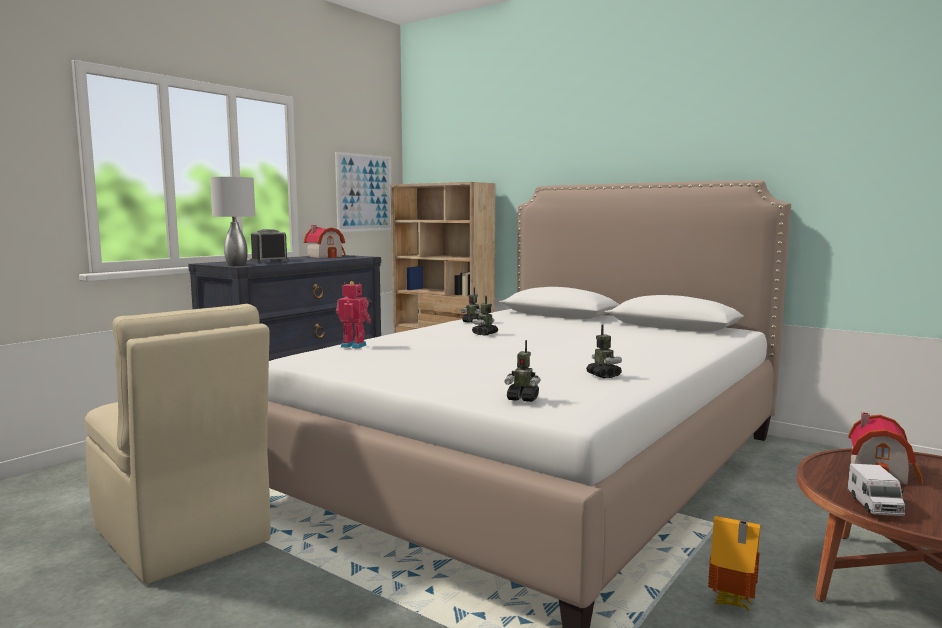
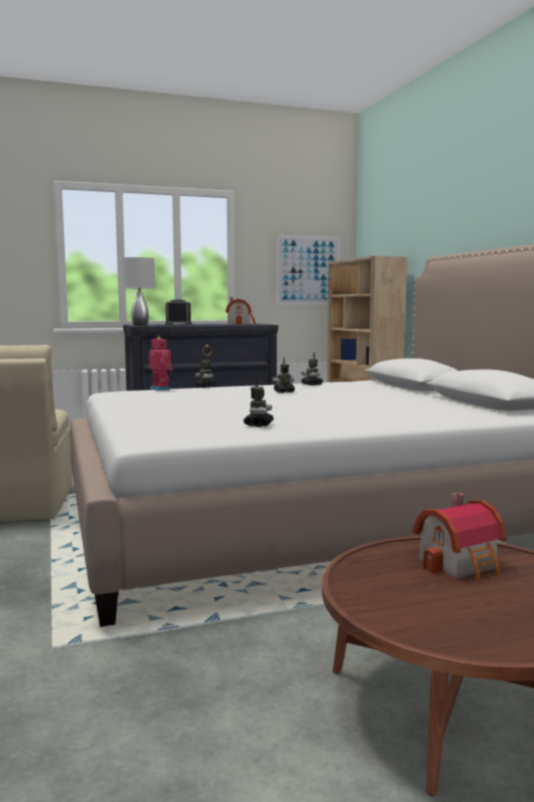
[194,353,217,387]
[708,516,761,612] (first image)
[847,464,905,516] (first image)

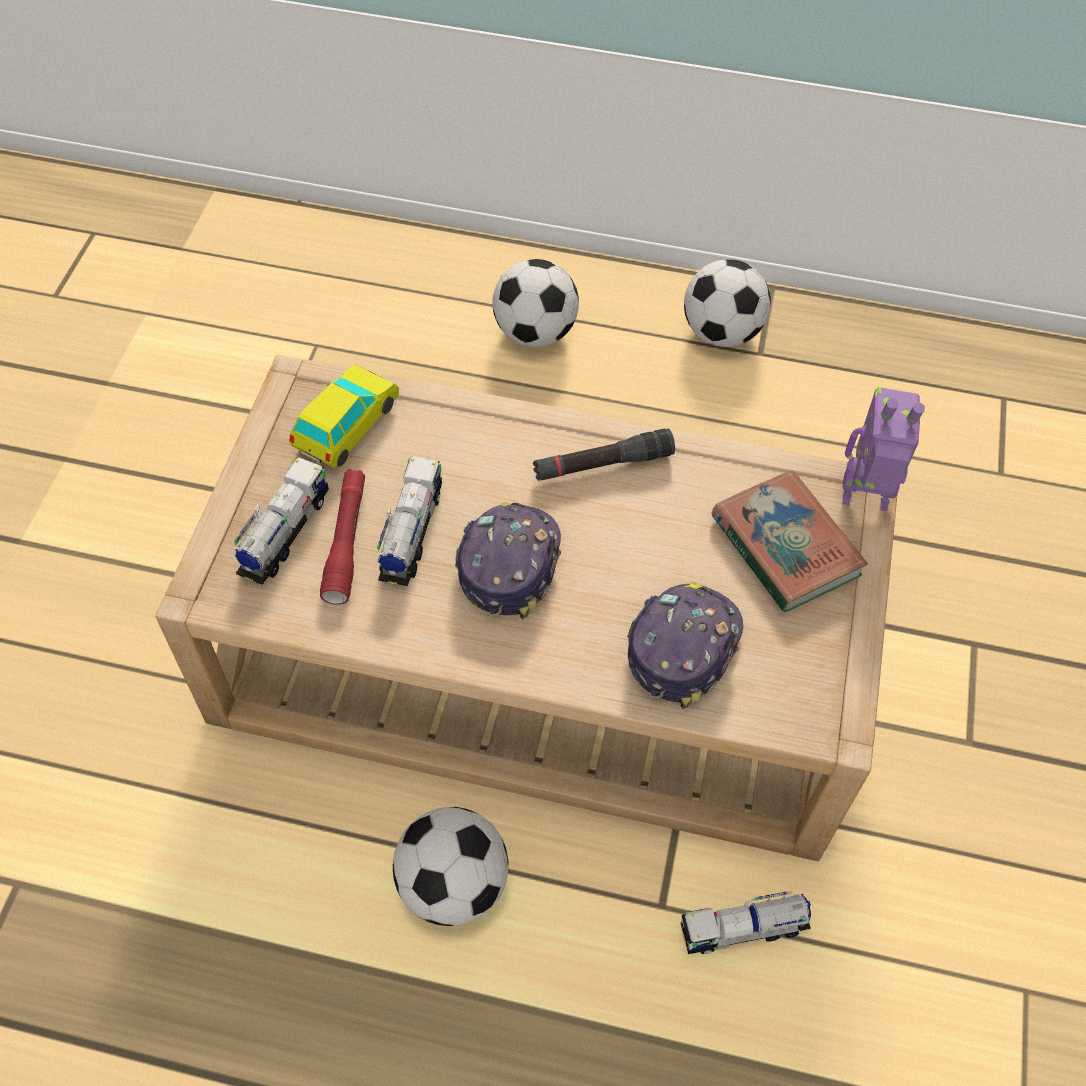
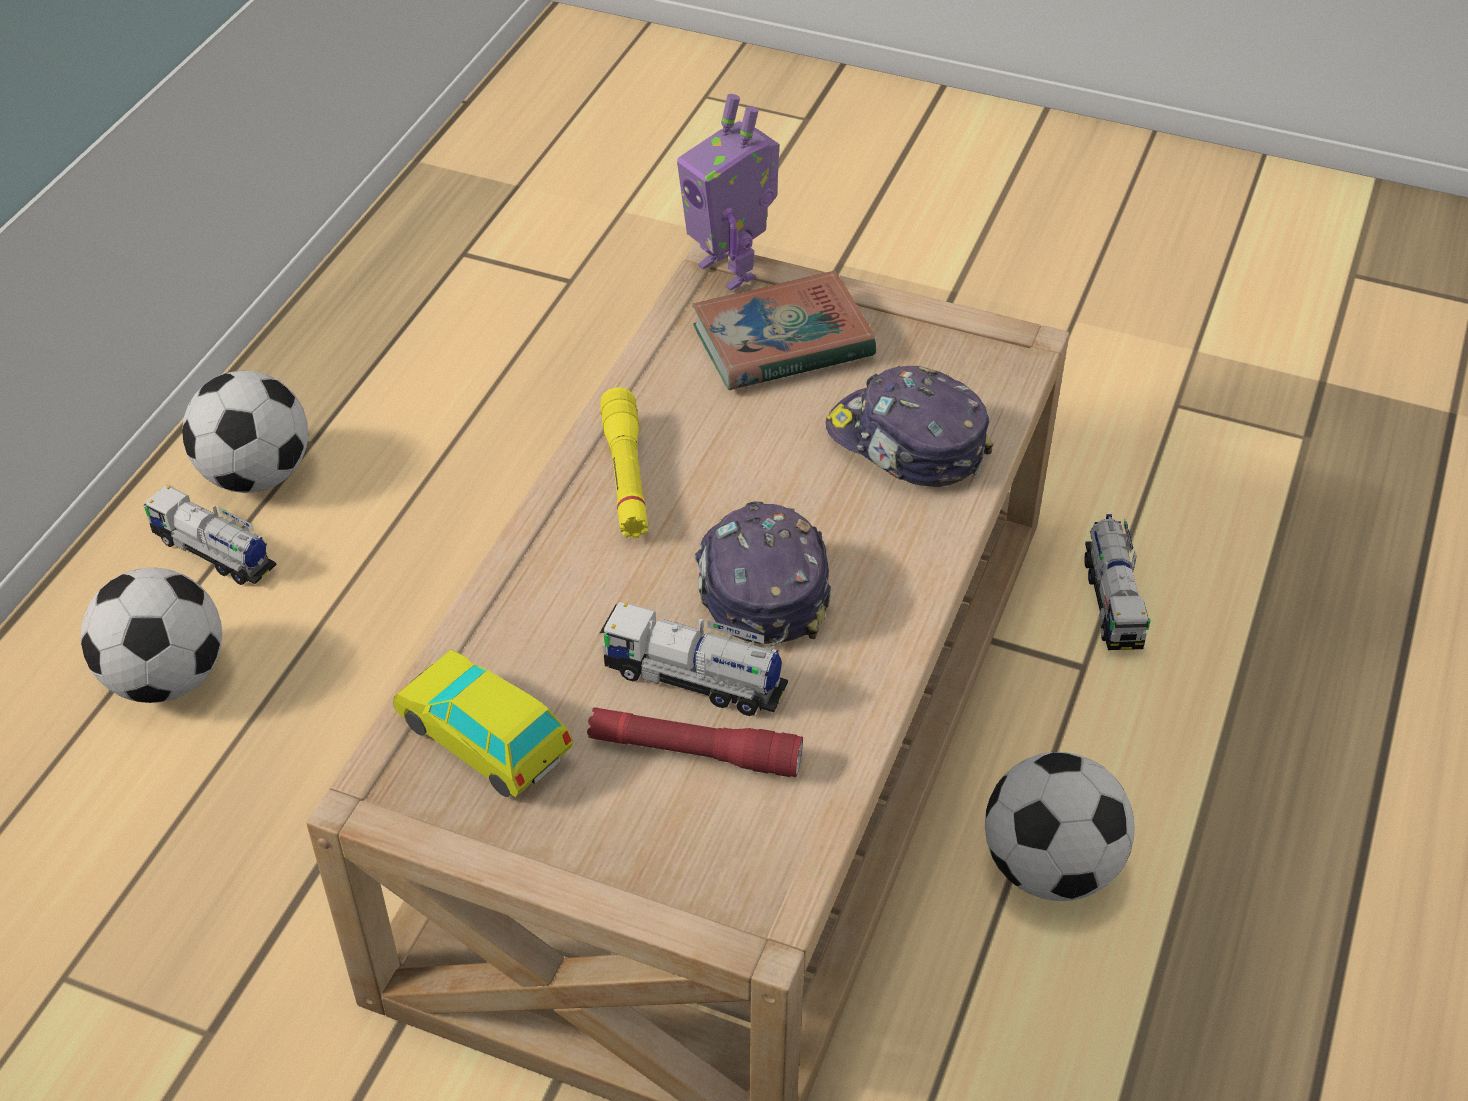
[143,485,277,585]
[694,501,831,646]
[600,387,648,538]
[677,94,779,291]

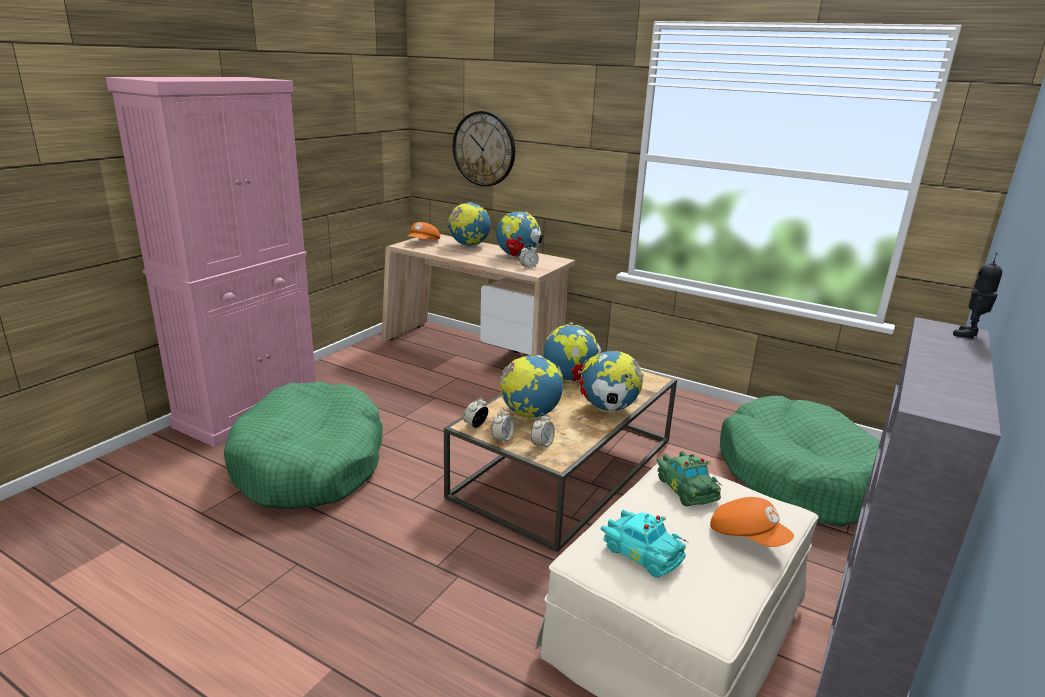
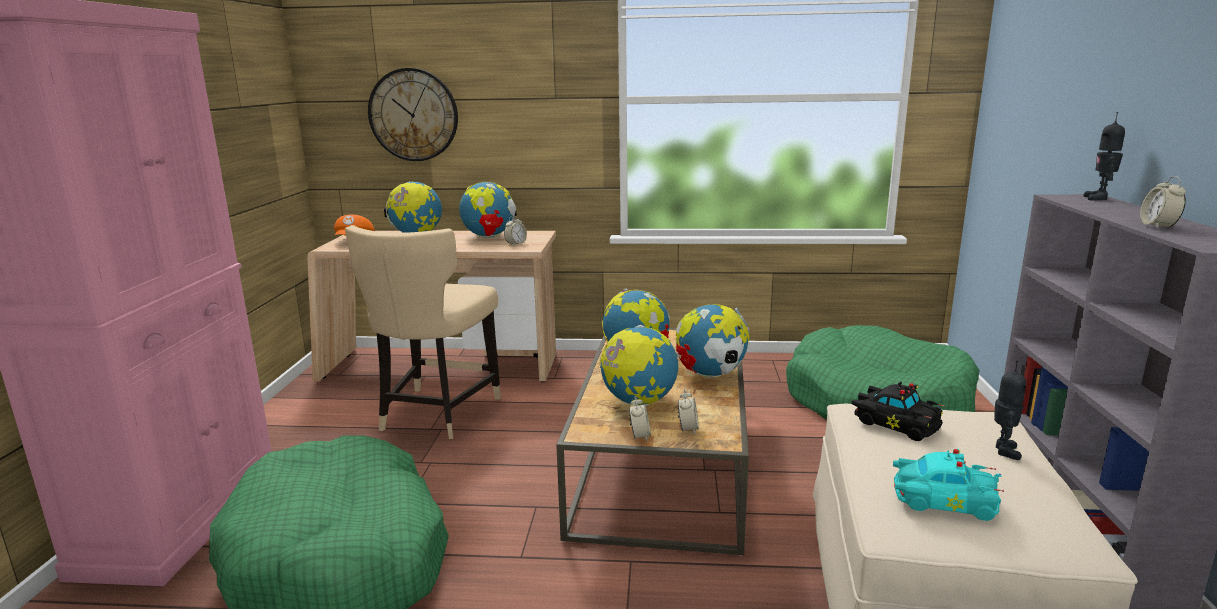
[1140,176,1186,229]
[851,382,946,441]
[994,361,1026,460]
[345,225,501,439]

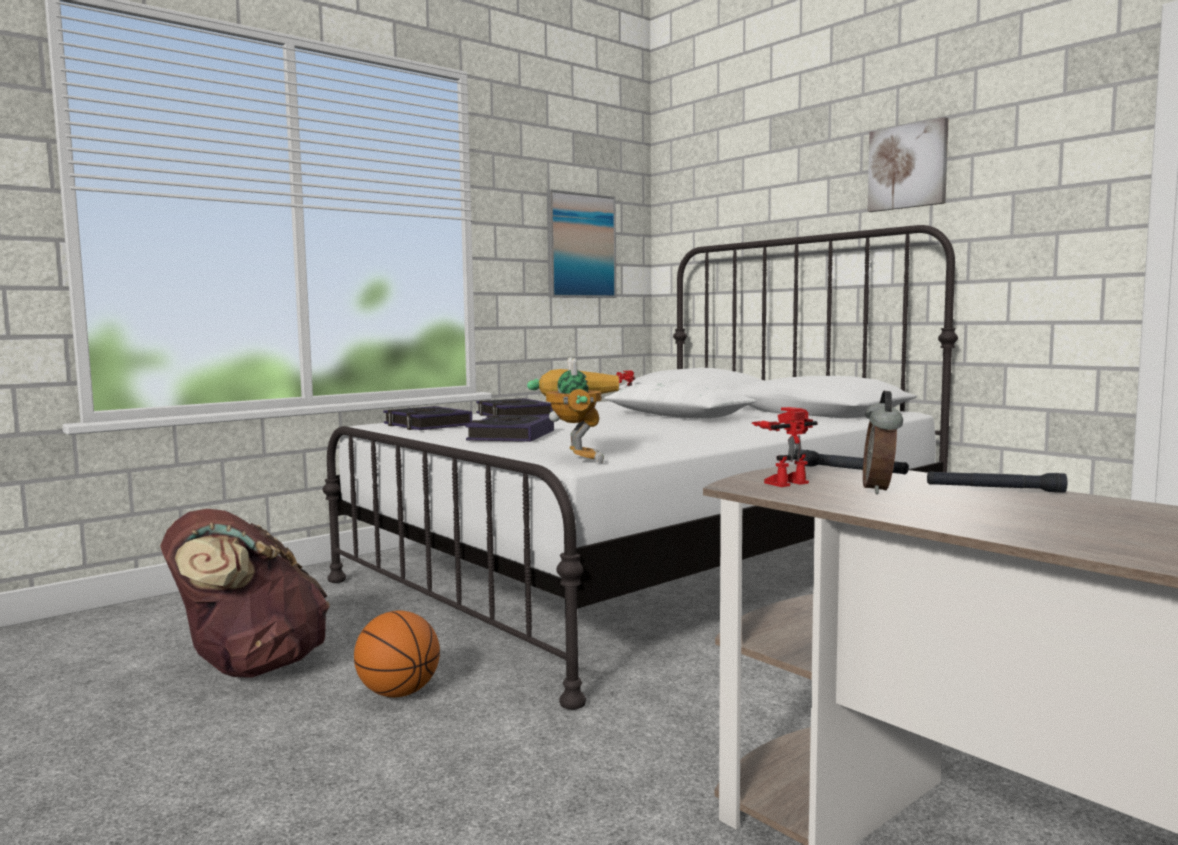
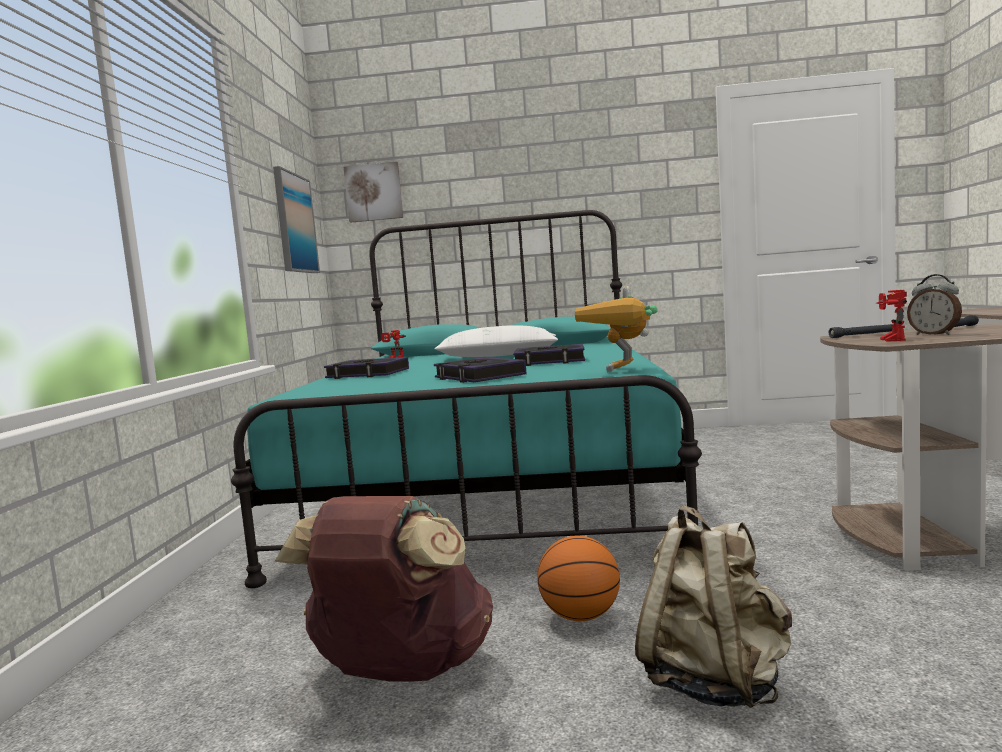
[231,210,702,588]
[513,344,585,366]
[575,286,658,373]
[344,161,403,222]
[635,505,792,708]

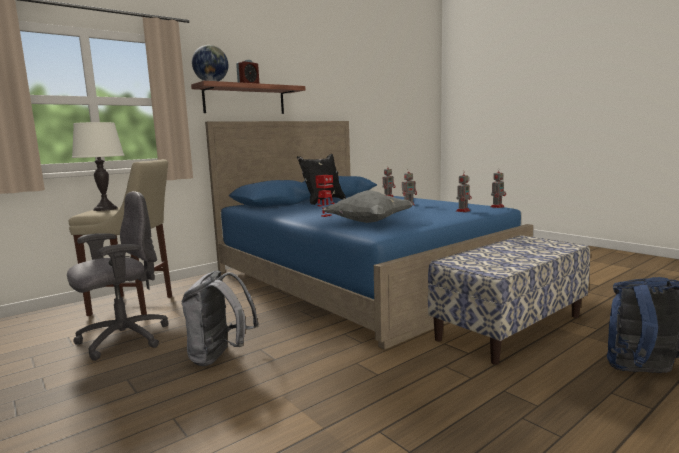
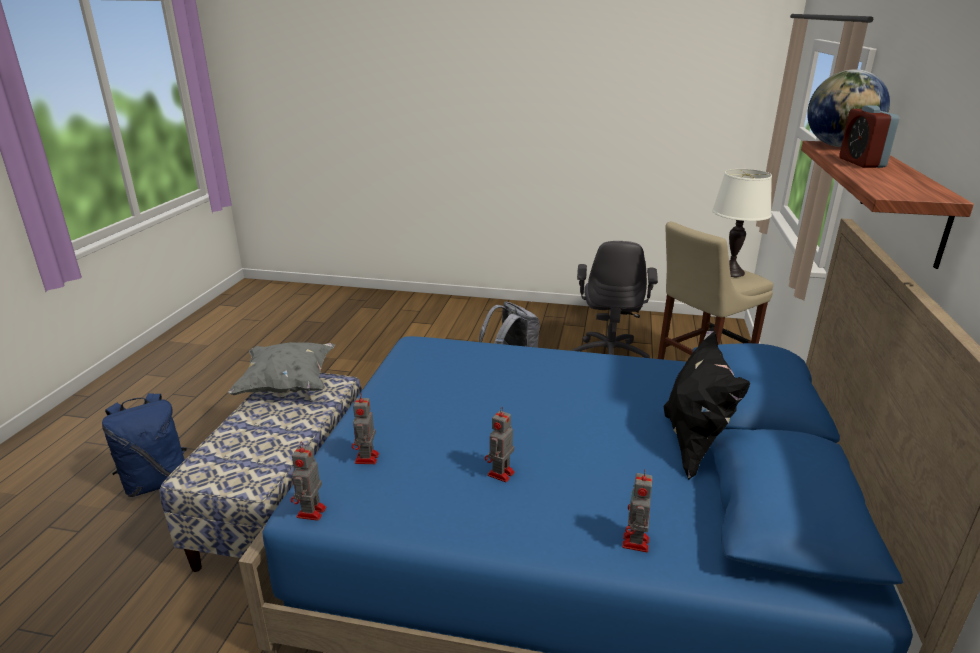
[316,175,335,217] (first image)
[227,342,335,395]

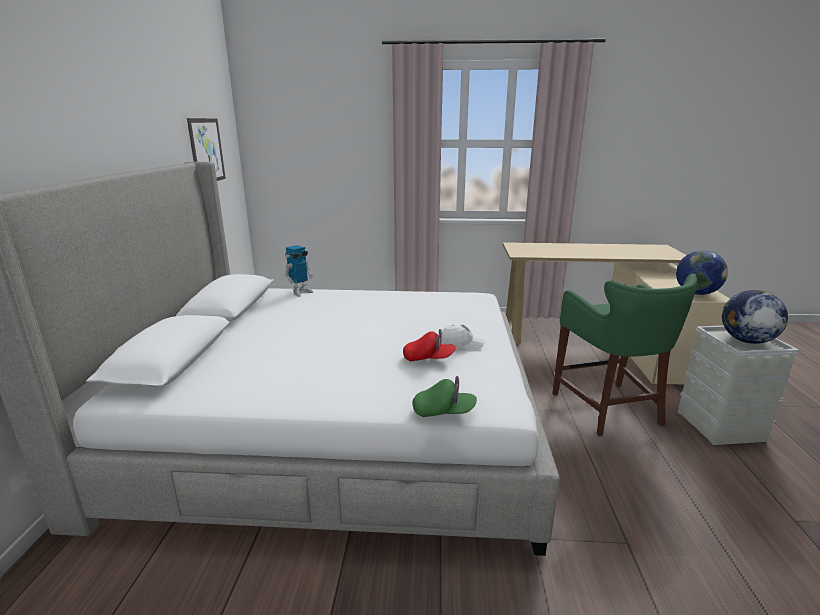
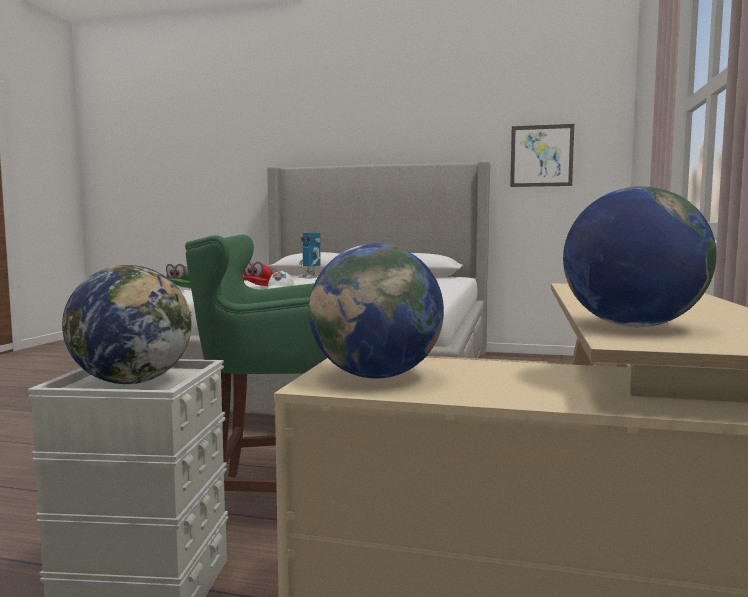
[298,233,321,279]
[563,186,717,327]

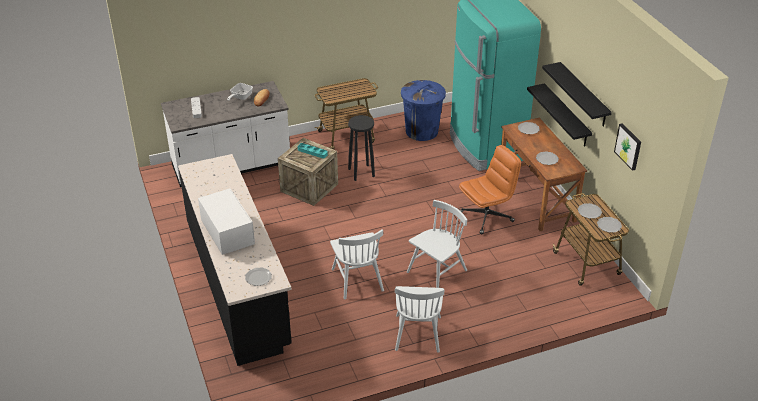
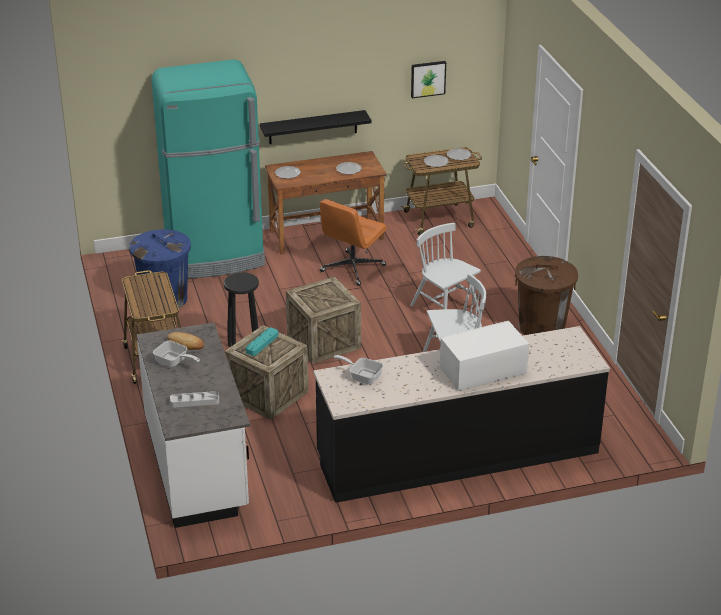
[245,267,272,286] (first image)
[515,256,578,335]
[320,199,387,286]
[542,62,612,127] (first image)
[286,276,361,364]
[334,355,383,385]

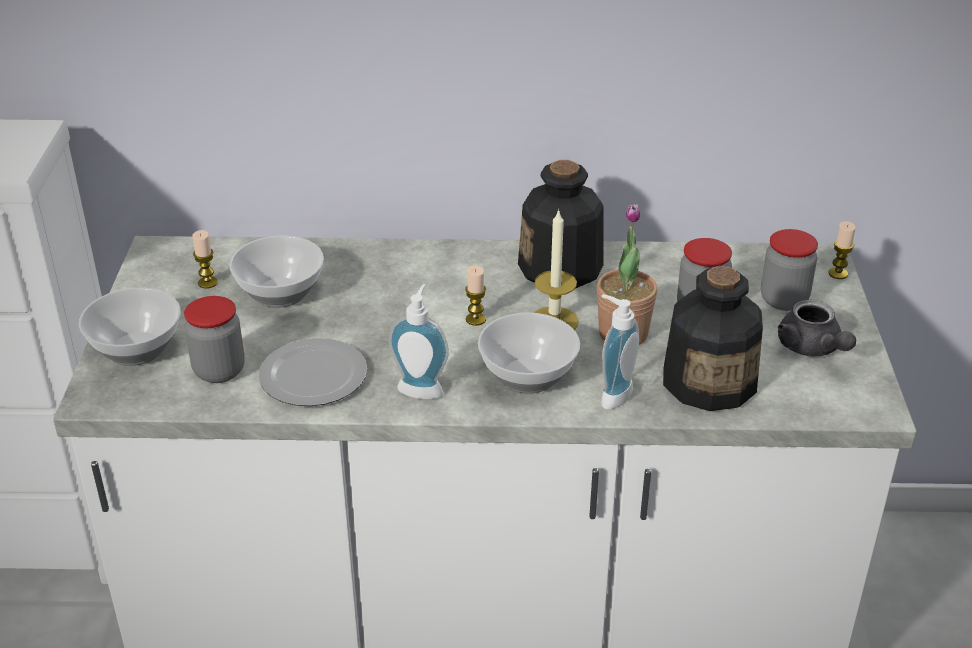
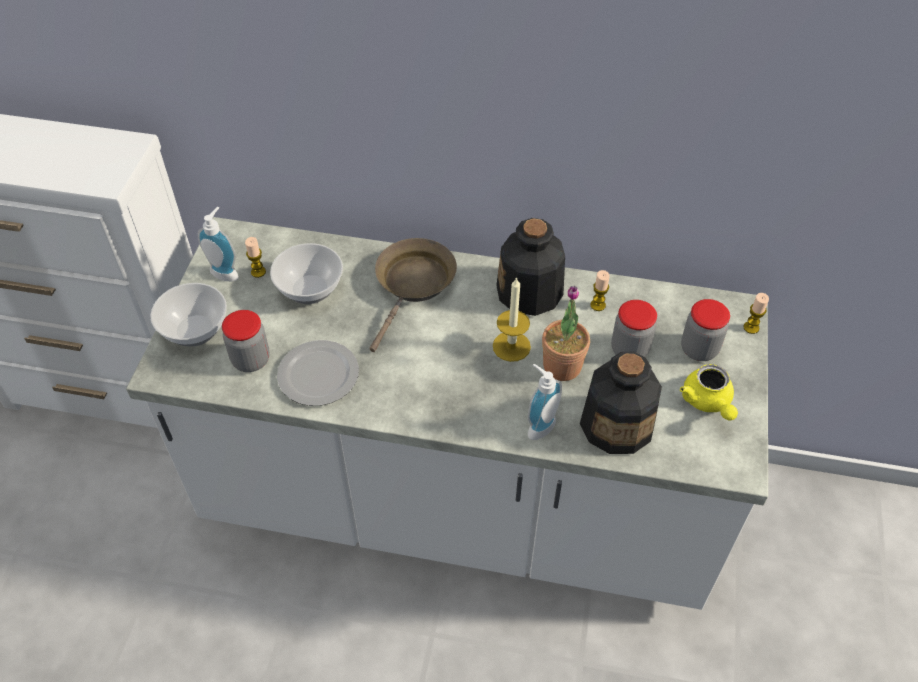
[198,207,239,282]
[591,270,610,311]
[478,312,580,394] (first image)
[680,364,738,421]
[369,238,457,352]

